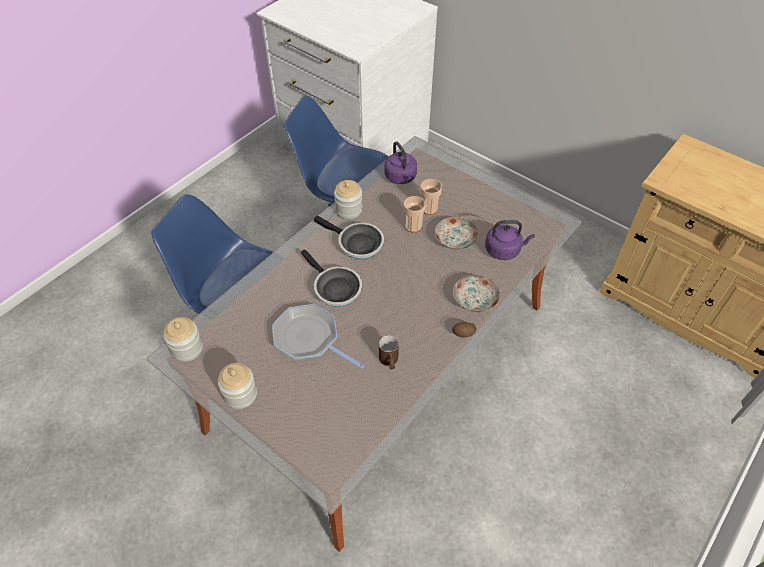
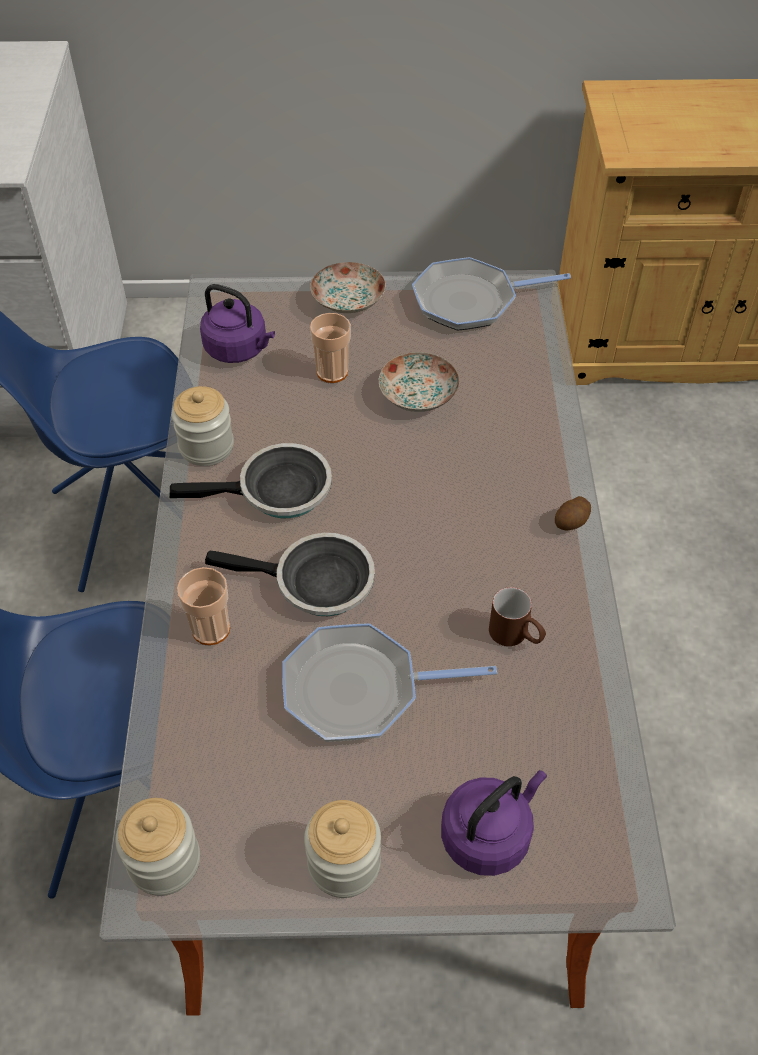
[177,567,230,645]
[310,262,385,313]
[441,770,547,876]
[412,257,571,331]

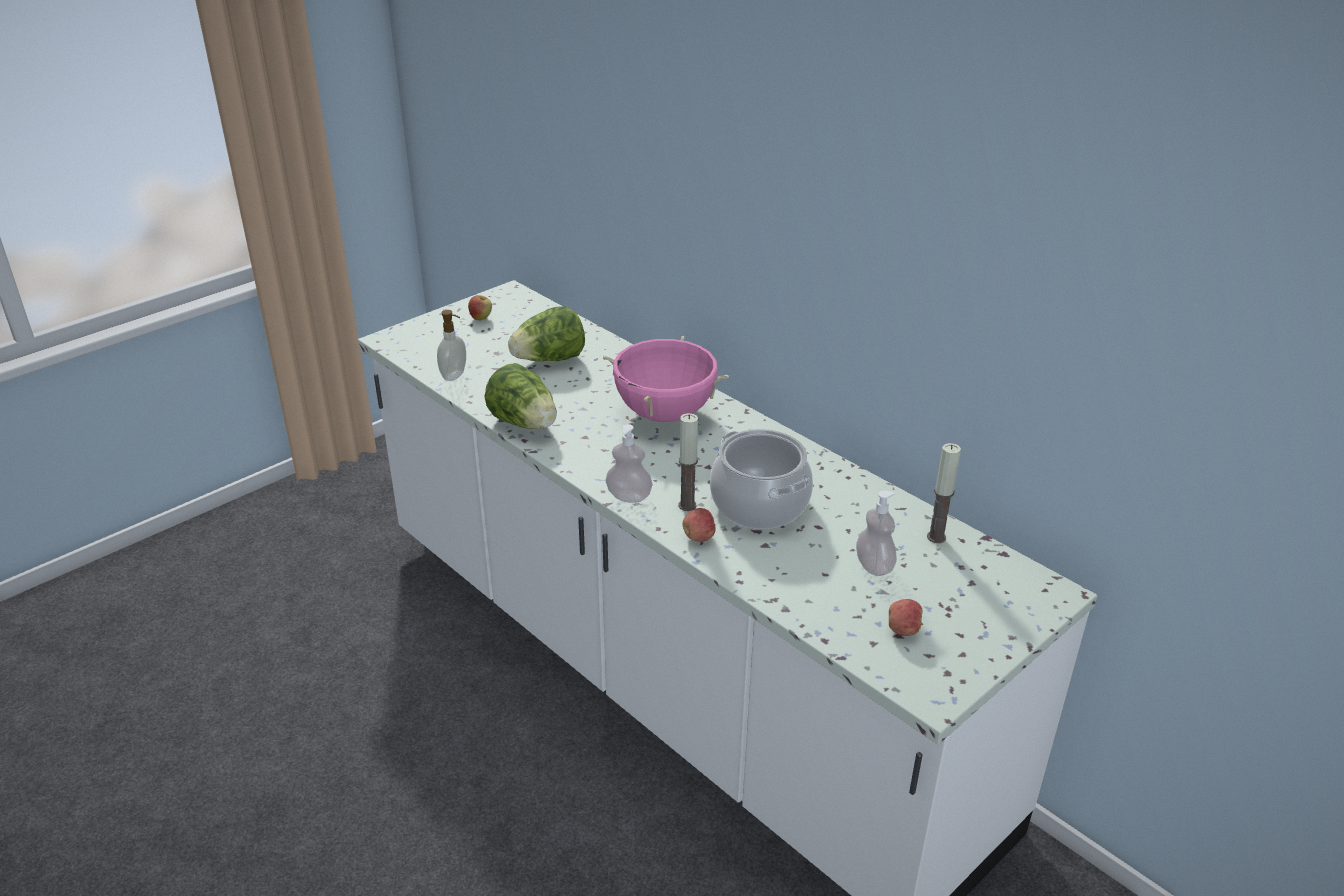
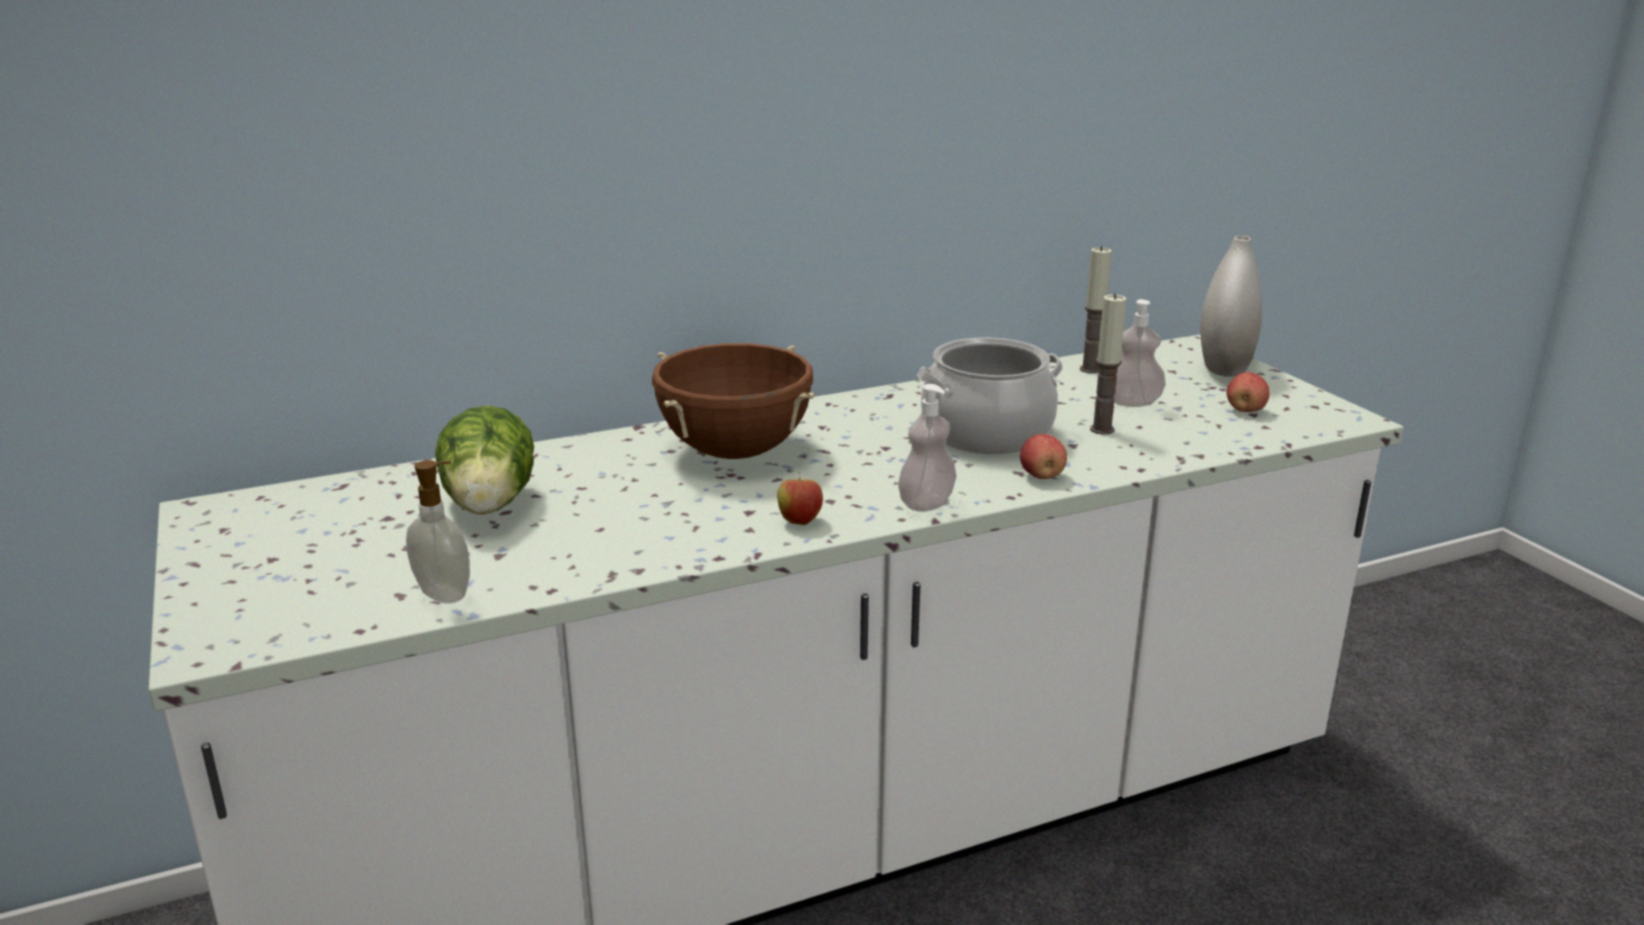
[777,472,823,525]
[485,363,557,429] (first image)
[652,343,815,459]
[1090,293,1127,435]
[1200,236,1262,377]

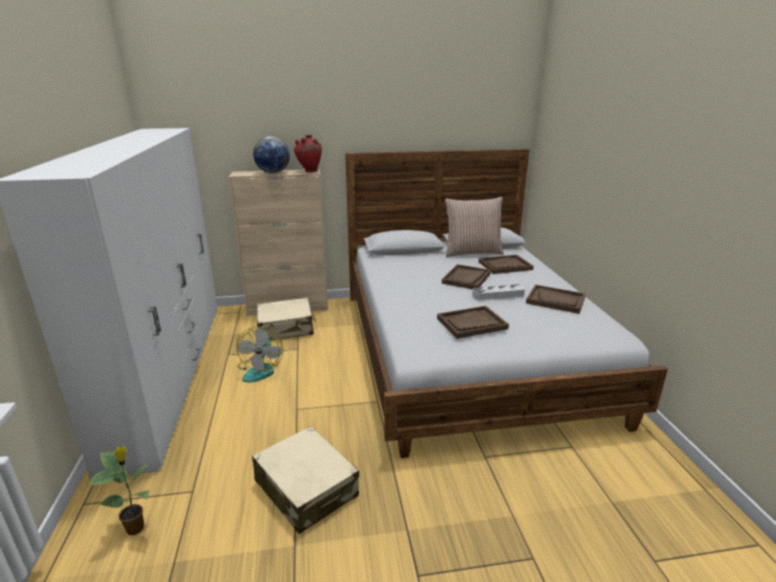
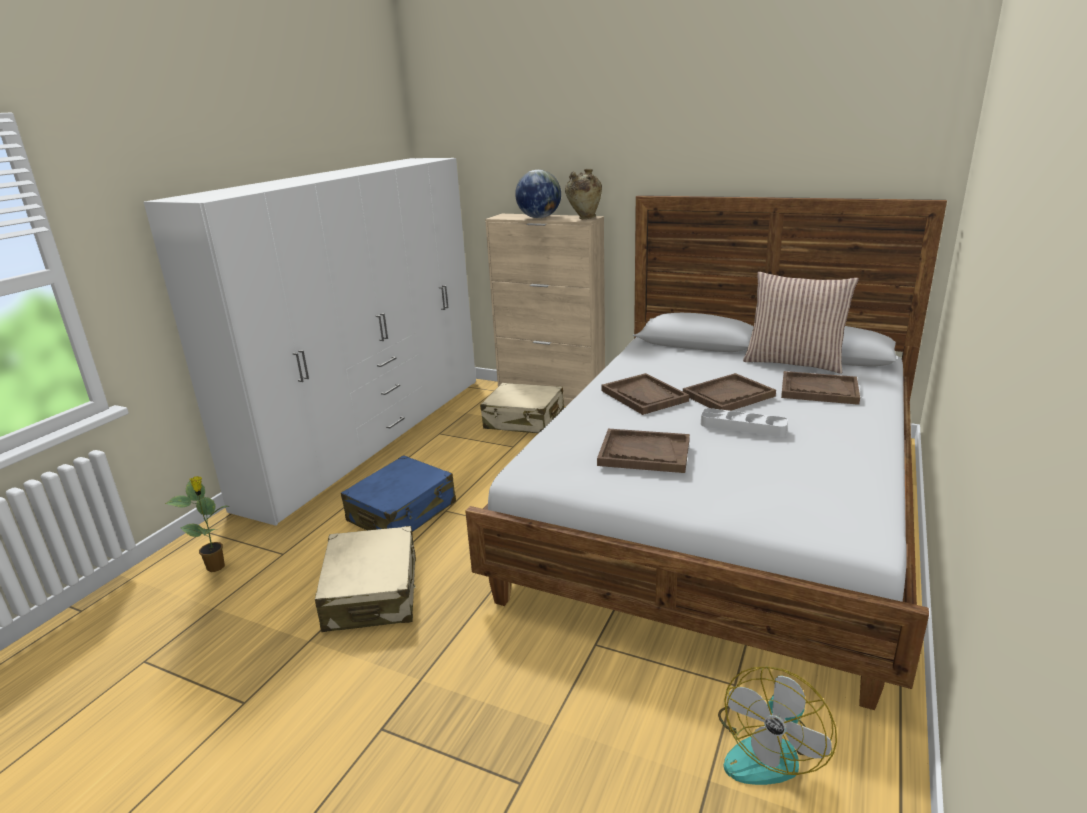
[718,666,837,785]
[565,169,602,219]
[602,373,689,415]
[341,455,456,532]

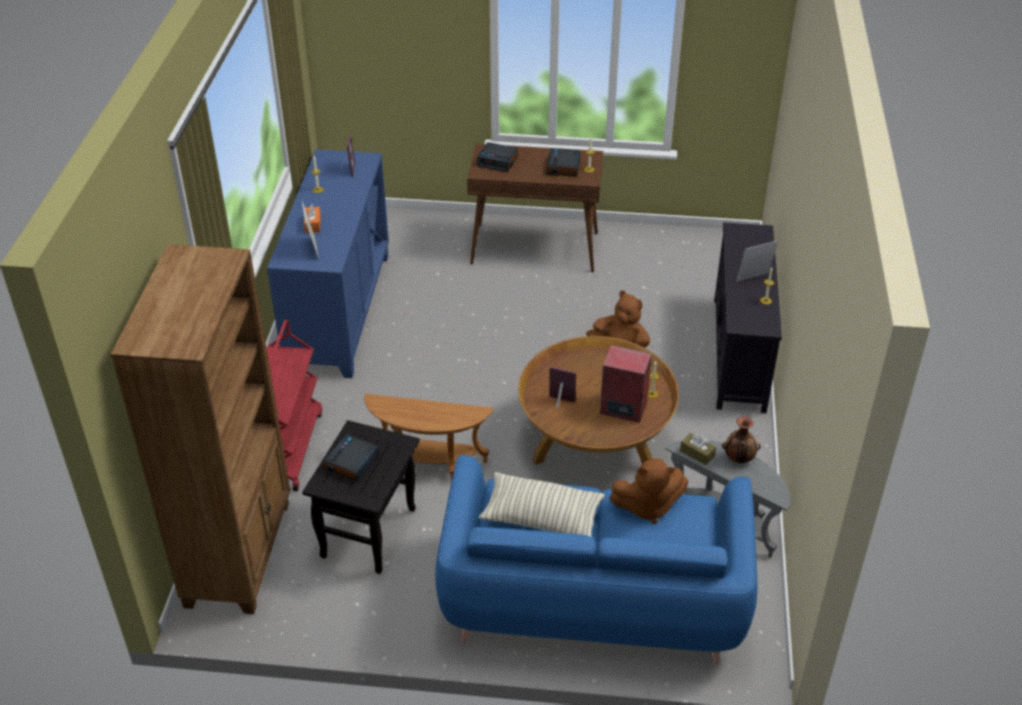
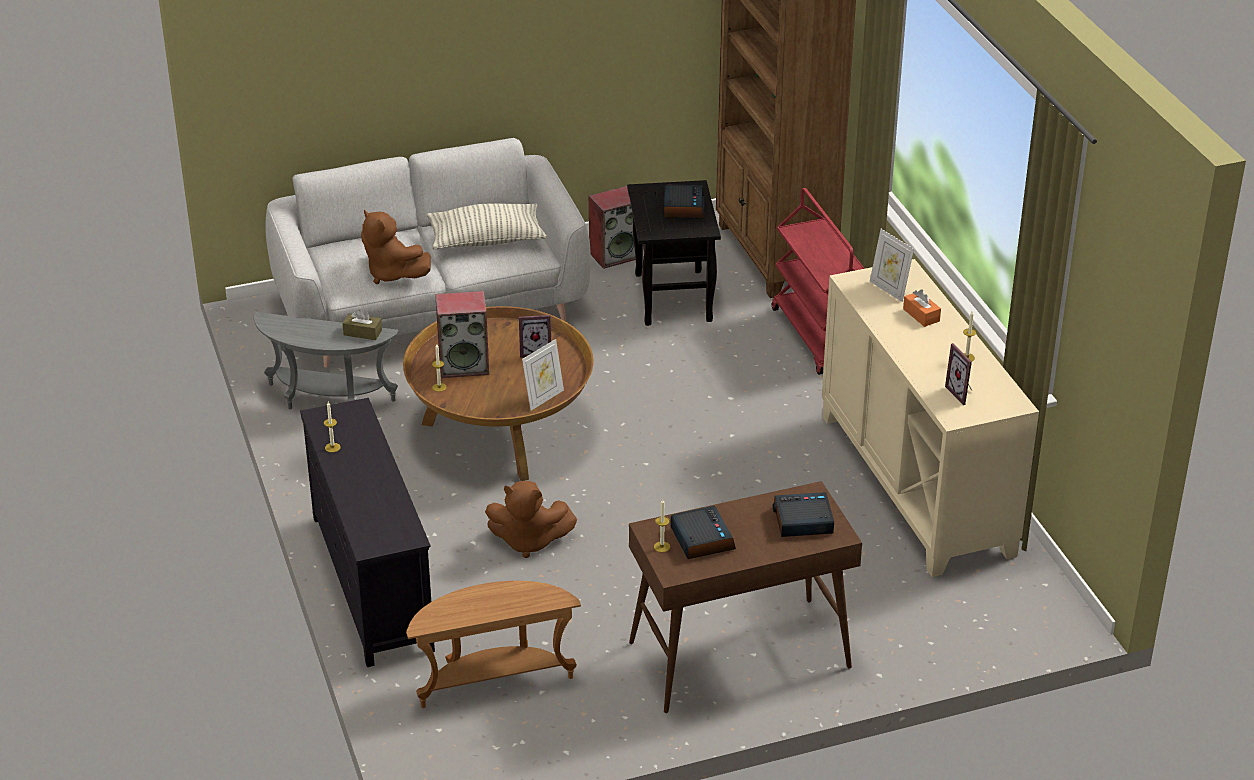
[822,259,1039,577]
[406,581,581,708]
[265,138,591,368]
[361,210,431,284]
[722,416,761,463] (first image)
[522,339,564,411]
[589,186,636,269]

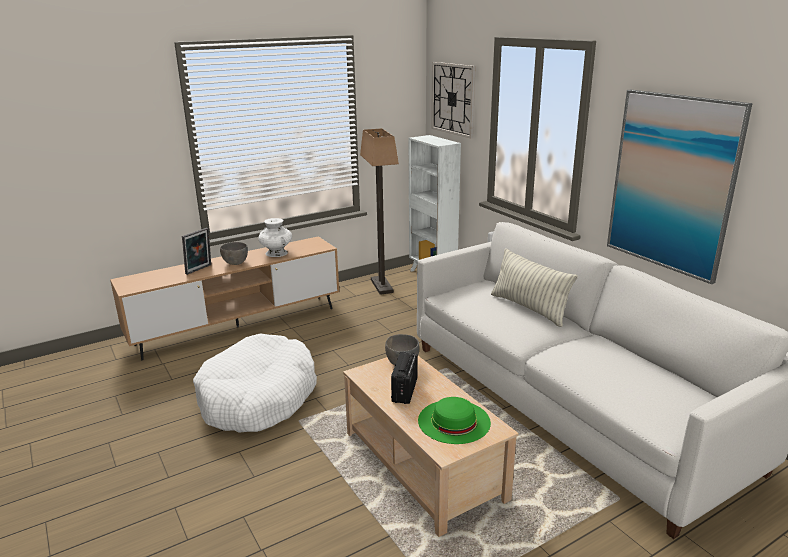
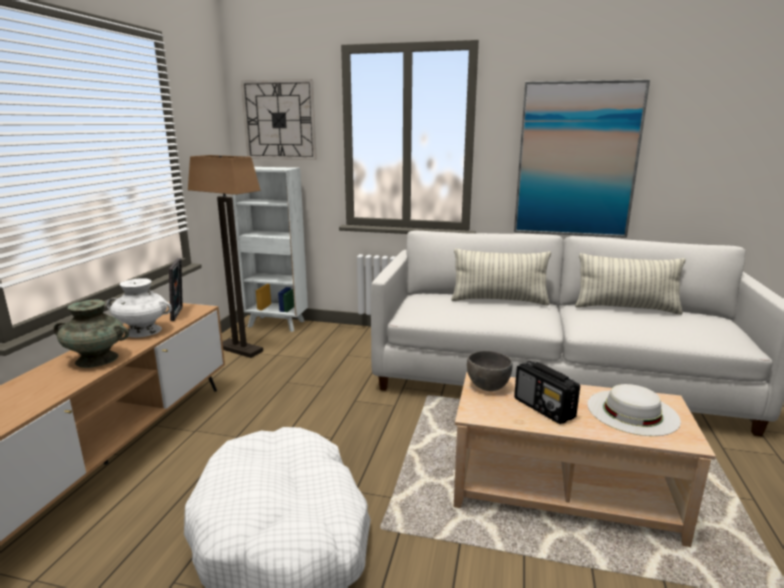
[169,258,183,321]
[53,300,129,368]
[587,384,681,436]
[575,253,685,315]

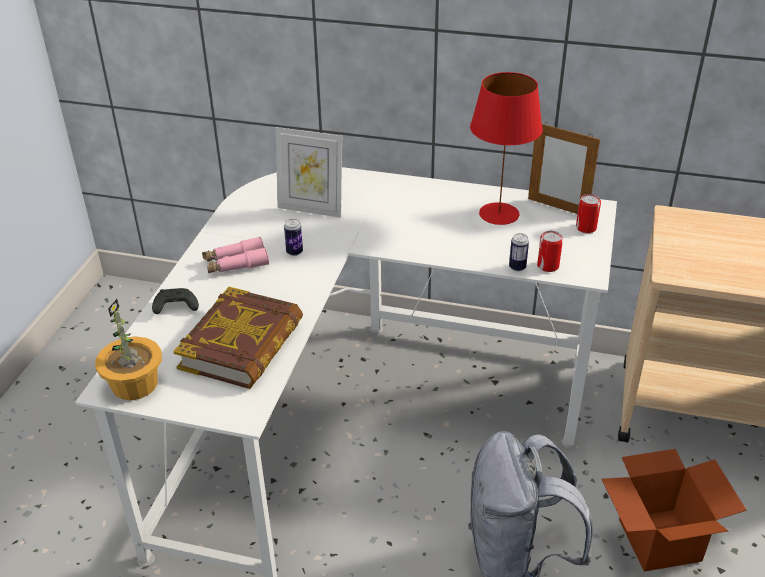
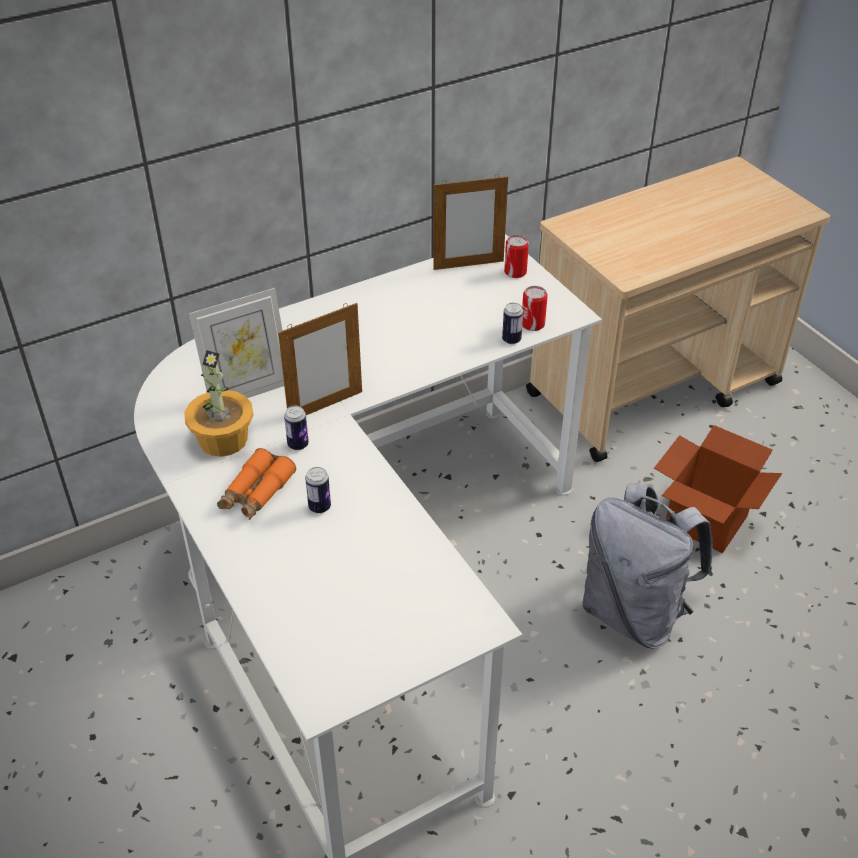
[184,350,254,457]
[152,288,199,314] (first image)
[173,287,303,389] (first image)
[217,448,296,520]
[470,72,543,225] (first image)
[278,303,362,415]
[305,467,331,513]

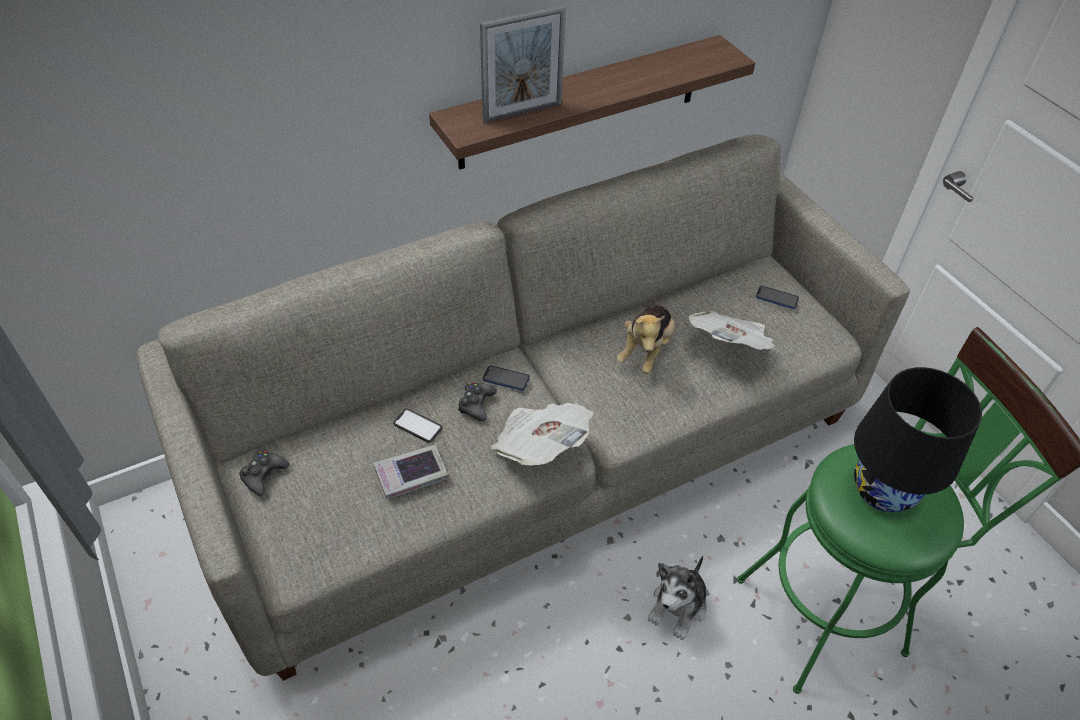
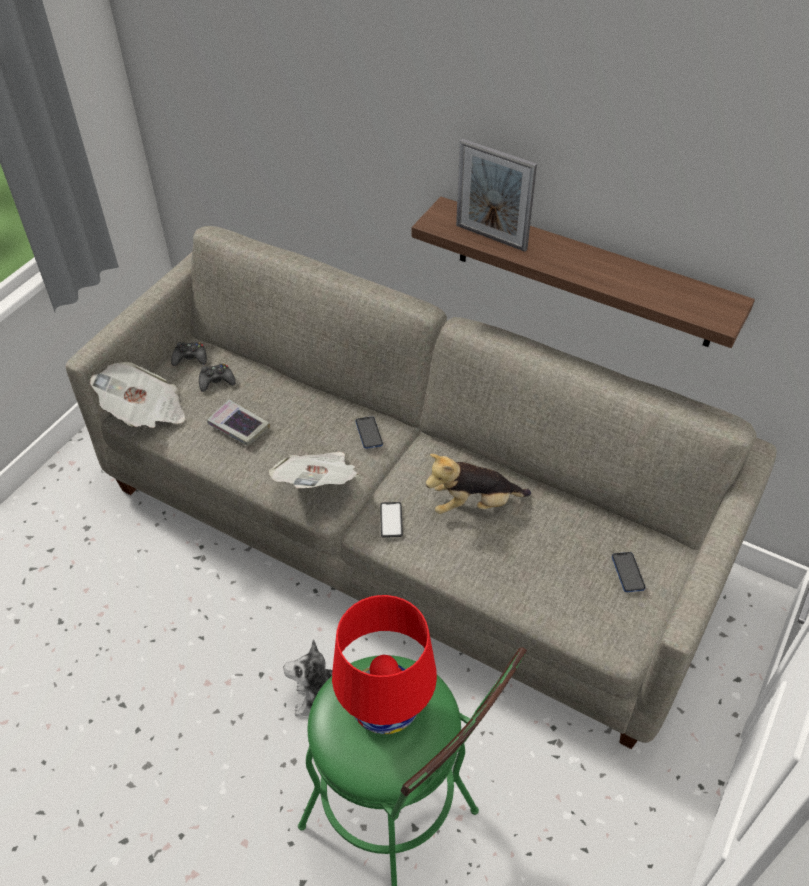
[380,502,403,538]
[199,364,236,392]
[90,362,185,428]
[332,595,437,734]

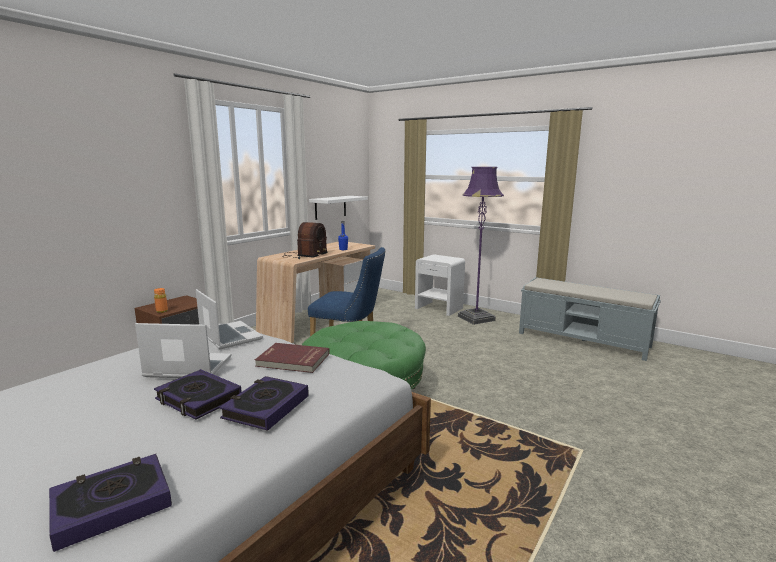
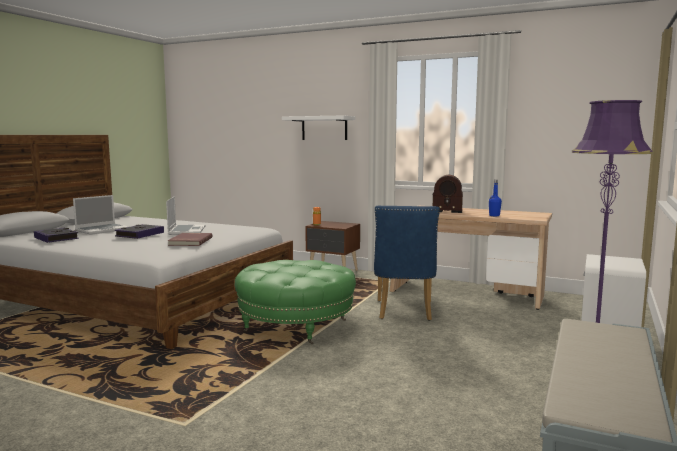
[73,195,129,235]
[219,376,309,431] (first image)
[282,116,355,140]

